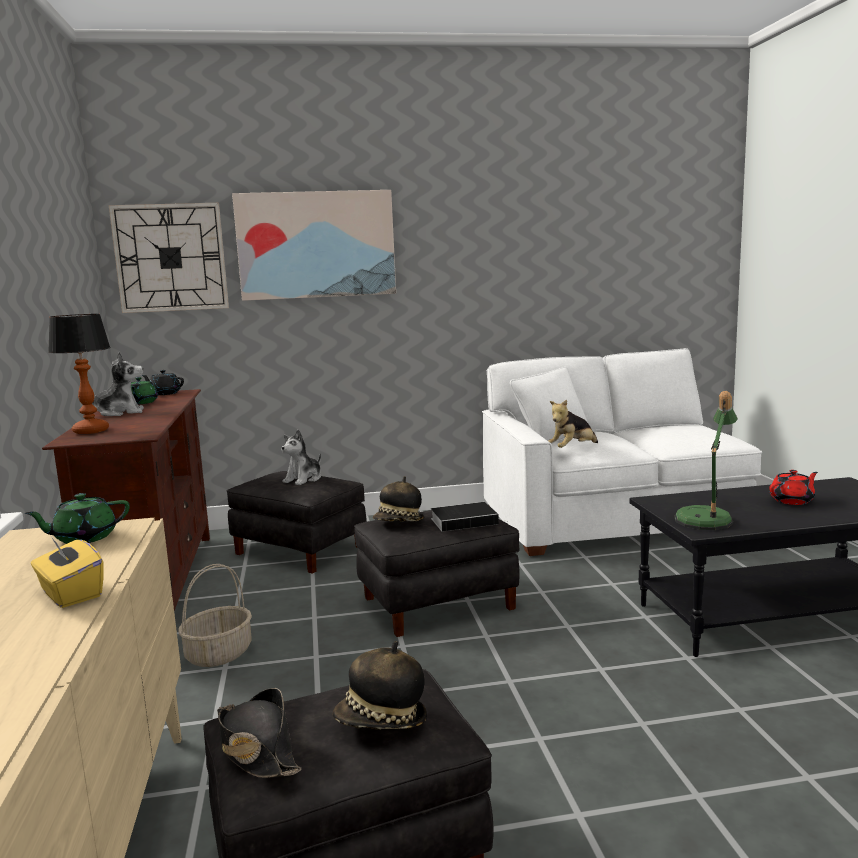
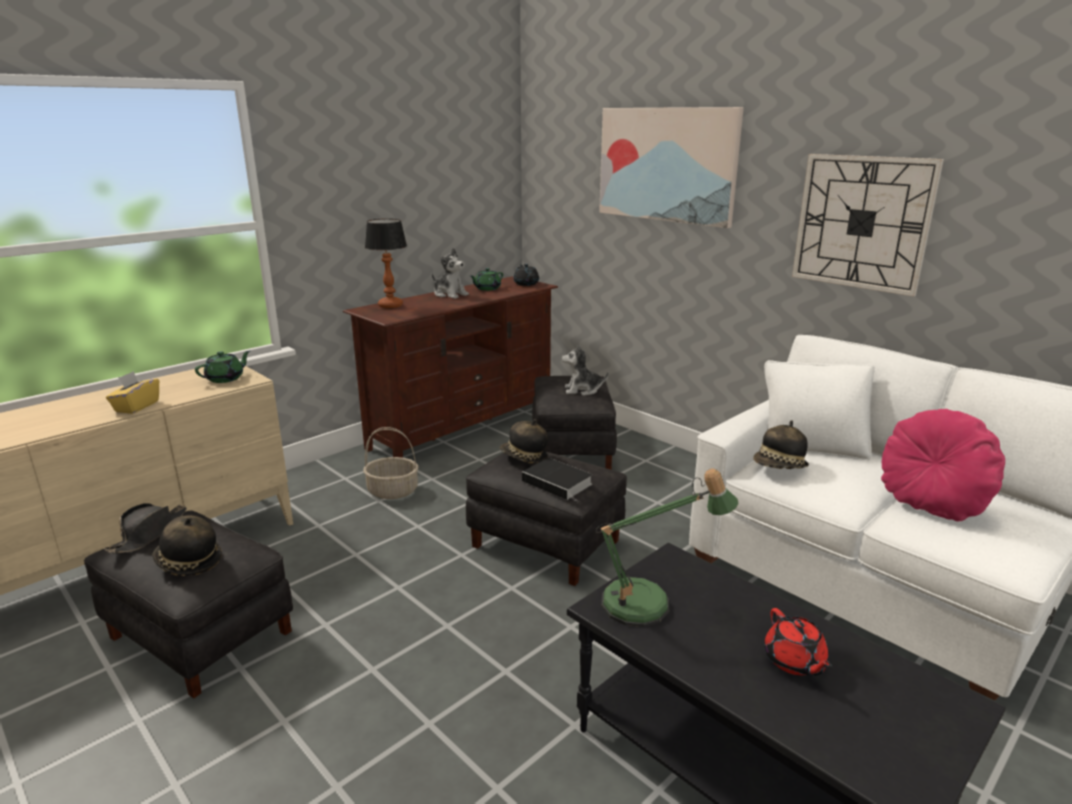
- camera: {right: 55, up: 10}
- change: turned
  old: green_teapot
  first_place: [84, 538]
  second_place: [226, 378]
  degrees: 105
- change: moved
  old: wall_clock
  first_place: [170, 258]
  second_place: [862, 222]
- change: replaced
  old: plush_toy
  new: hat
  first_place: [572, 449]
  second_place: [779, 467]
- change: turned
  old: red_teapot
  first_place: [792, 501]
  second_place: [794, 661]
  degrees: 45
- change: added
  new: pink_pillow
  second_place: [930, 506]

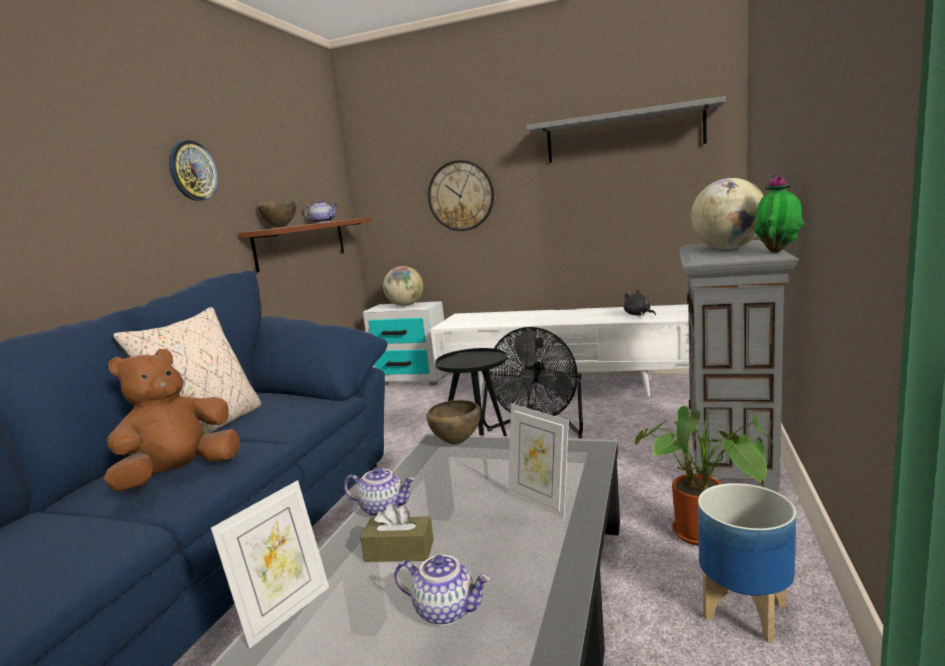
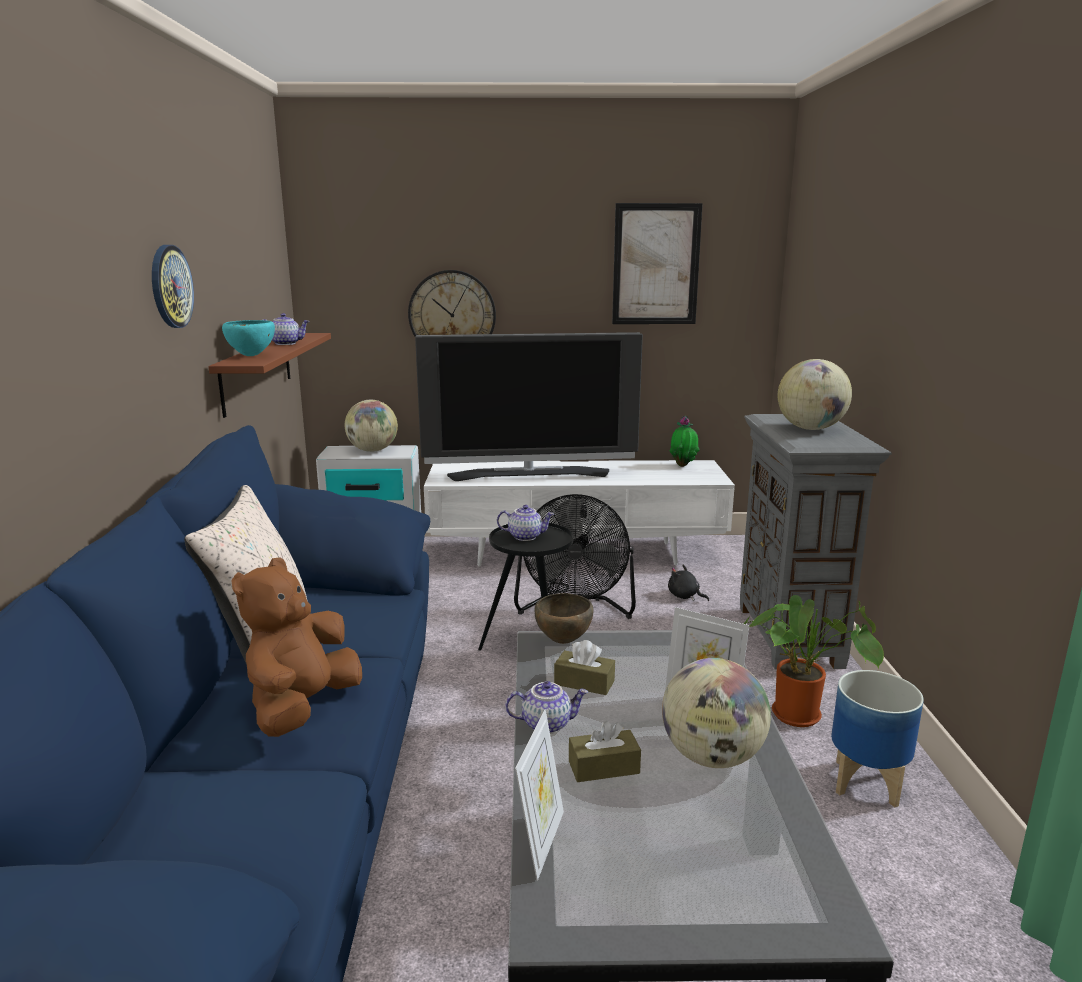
- camera: {right: -20, up: 5}
- change: recoloured
  old: brown_bowl
  new: turquoise_bowl
  first_place: [280, 227]
  second_place: [251, 356]
- change: moved
  old: teapot
  first_place: [446, 610]
  second_place: [525, 536]
- change: replaced
  old: grey_shelf
  new: picture
  first_place: [623, 134]
  second_place: [656, 264]
- change: moved
  old: black_plush_toy
  first_place: [638, 315]
  second_place: [685, 596]
- change: moved
  old: potted_plant
  first_place: [778, 251]
  second_place: [683, 465]
- change: added
  new: television
  second_place: [530, 474]
- change: added
  new: brown_tissue_box
  second_place: [584, 682]
- change: added
  new: globe
  second_place: [712, 757]

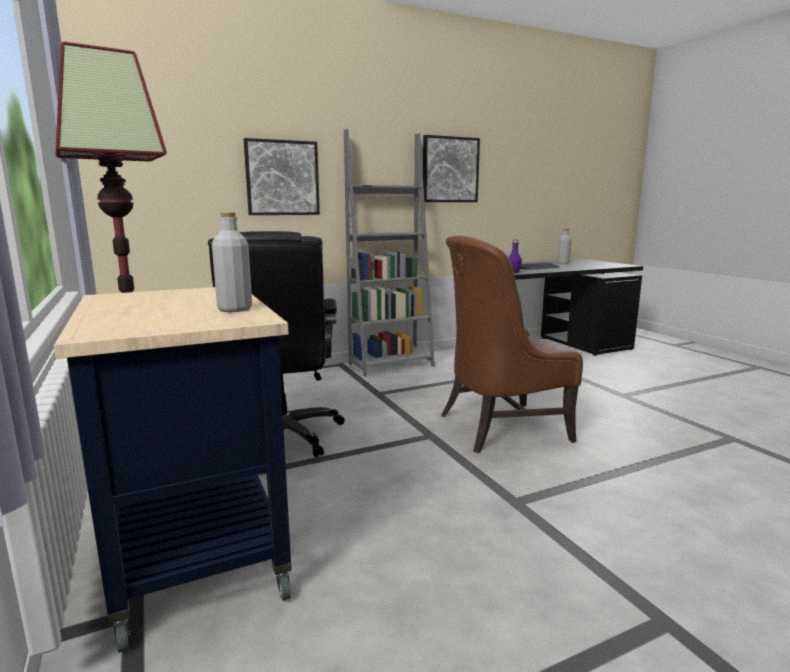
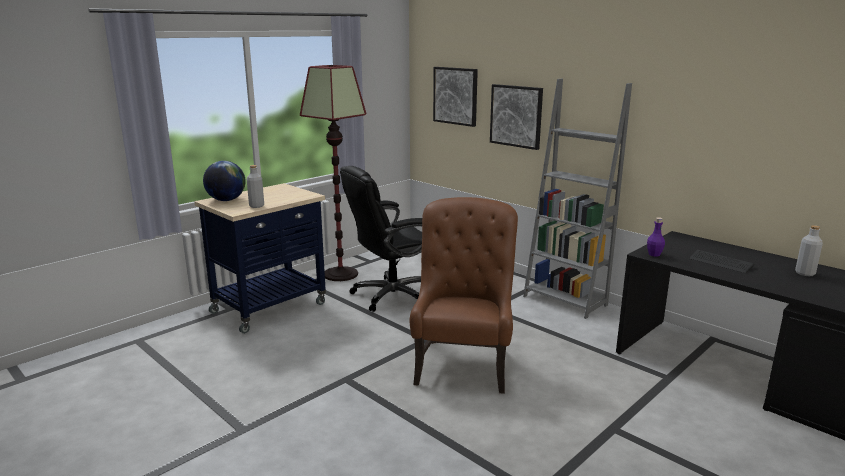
- camera: {right: 70, up: 5}
- change: moved
  old: picture
  first_place: [450, 170]
  second_place: [455, 96]
- change: turned
  old: brown_chair
  first_place: [501, 427]
  second_place: [463, 364]
  degrees: 45
- change: added
  new: globe
  second_place: [226, 200]

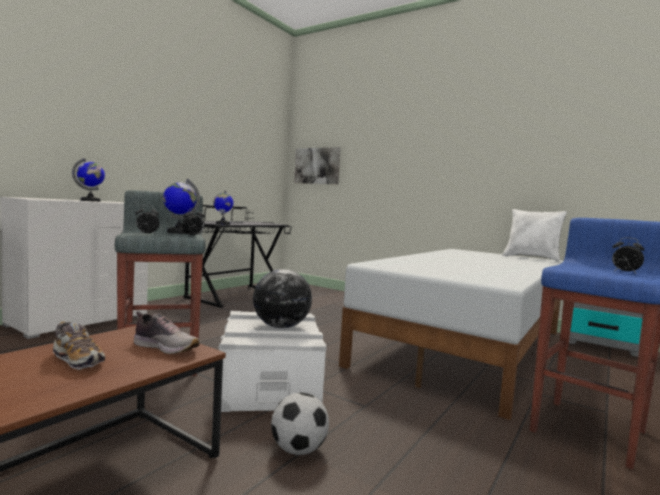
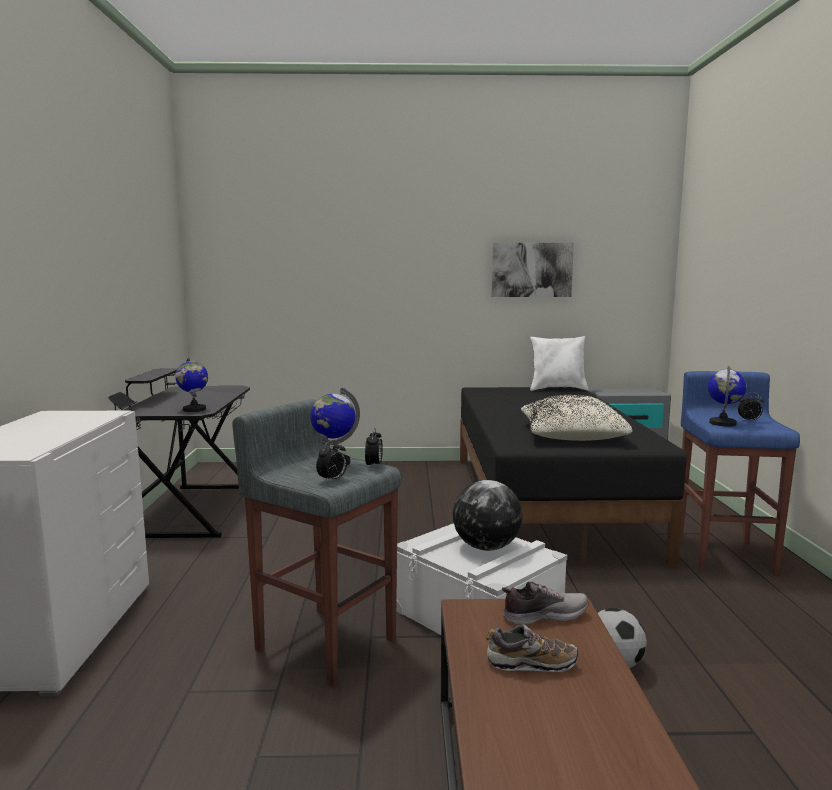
- camera: {right: -35, up: 5}
- change: moved
  old: globe
  first_place: [90, 201]
  second_place: [723, 423]
- change: moved
  old: picture
  first_place: [317, 166]
  second_place: [531, 270]
- change: recoloured
  old: white_bed
  new: black_bed
  first_place: [468, 347]
  second_place: [546, 502]
- change: added
  new: beige_pillow
  second_place: [573, 434]

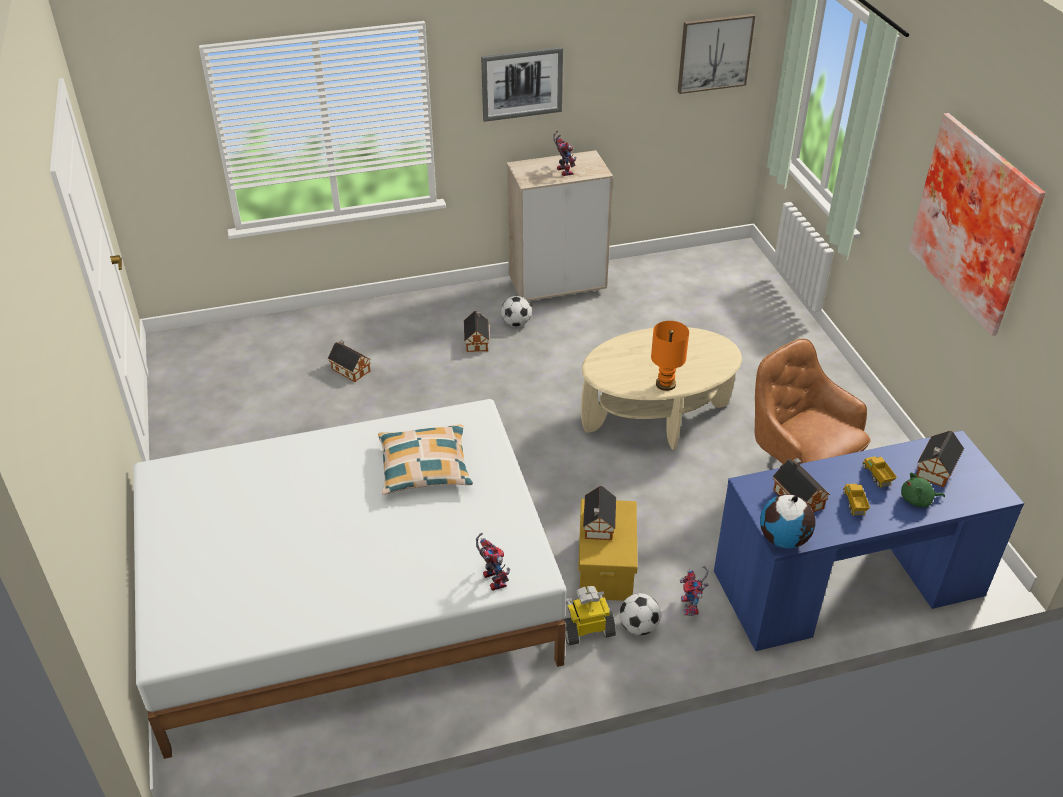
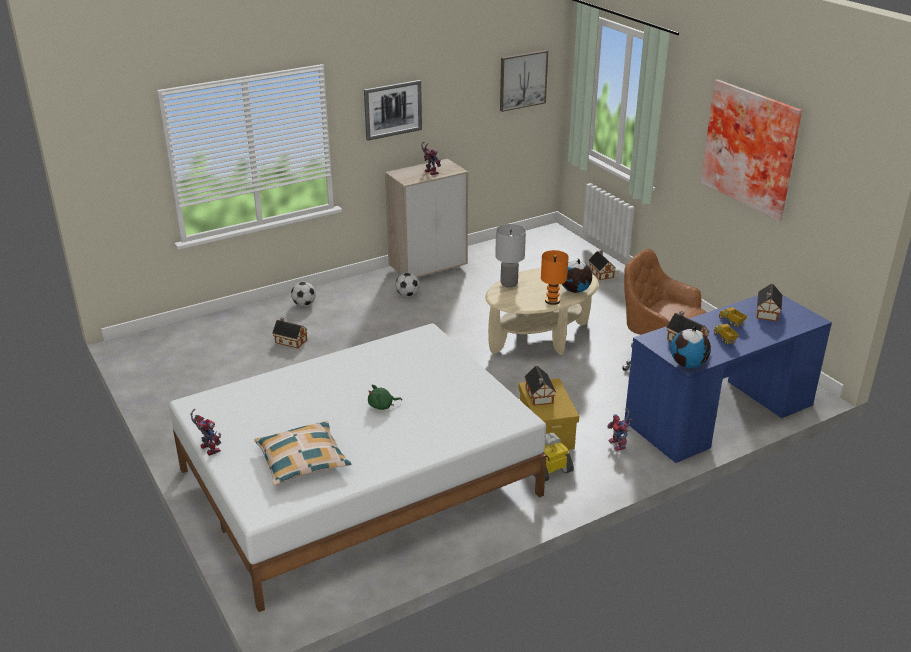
- camera: {right: -15, up: -10}
- change: moved
  old: pillow
  first_place: [424, 467]
  second_place: [302, 460]
- change: moved
  old: toy_house
  first_place: [477, 340]
  second_place: [601, 273]
- change: moved
  old: toy_robot
  first_place: [491, 578]
  second_place: [207, 448]
- change: moved
  old: football
  first_place: [638, 627]
  second_place: [304, 304]
- change: moved
  old: green_plush_toy
  first_place: [918, 500]
  second_place: [382, 406]
- change: added
  new: grey_table_lamp
  second_place: [508, 285]
- change: added
  new: globe
  second_place: [575, 290]

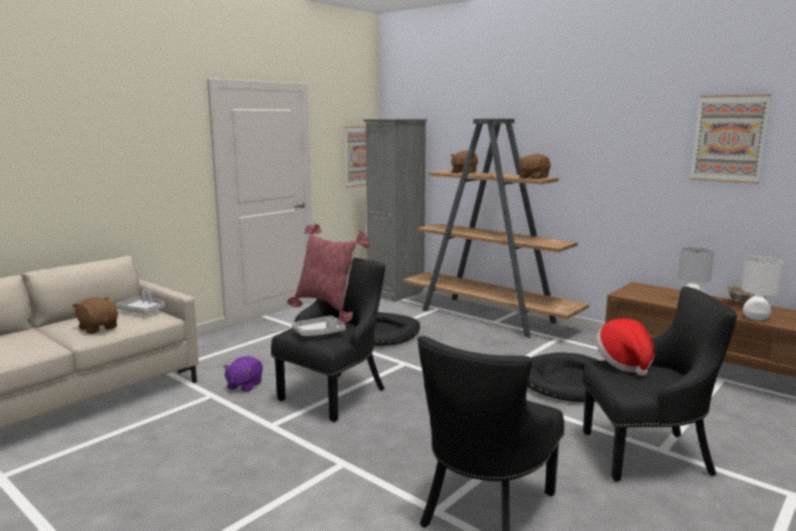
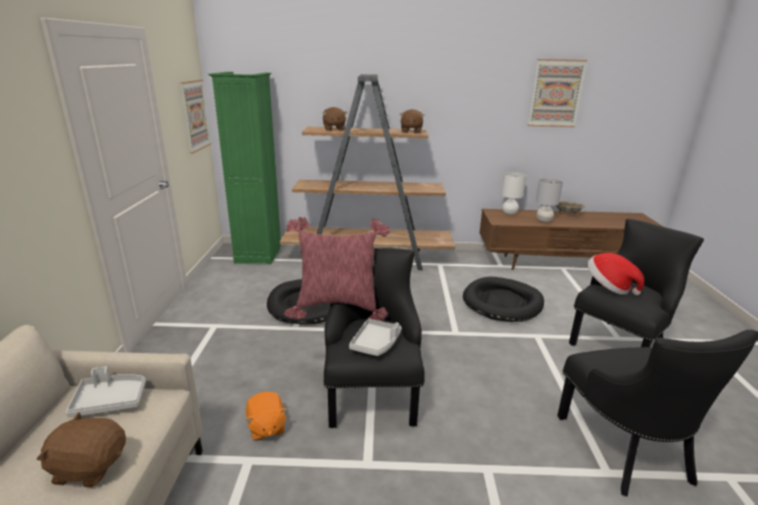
- camera: {right: -40, up: 10}
- change: recoloured
  old: purple_plush_toy
  new: orange_plush_toy
  first_place: [244, 385]
  second_place: [266, 427]
- change: recoloured
  old: grey_cabinet
  new: green_cabinet
  first_place: [395, 294]
  second_place: [258, 255]
- change: moved
  old: white_table_lamp
  first_place: [755, 318]
  second_place: [509, 213]

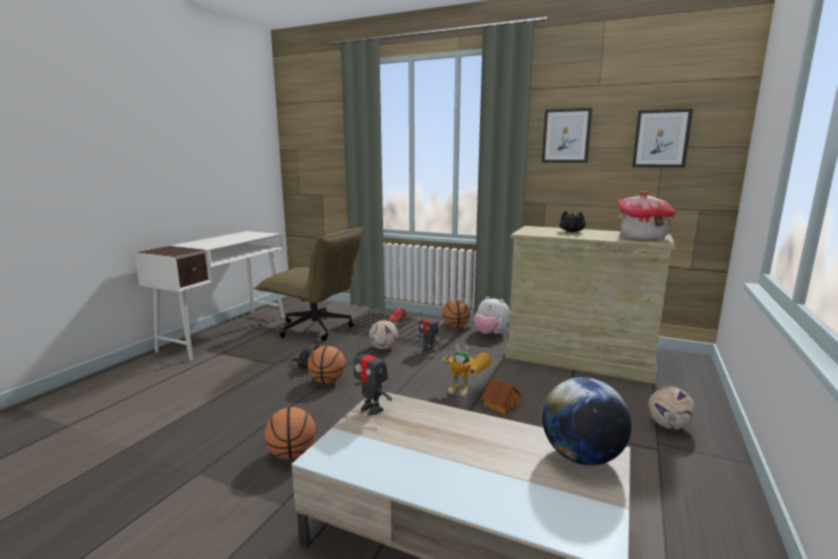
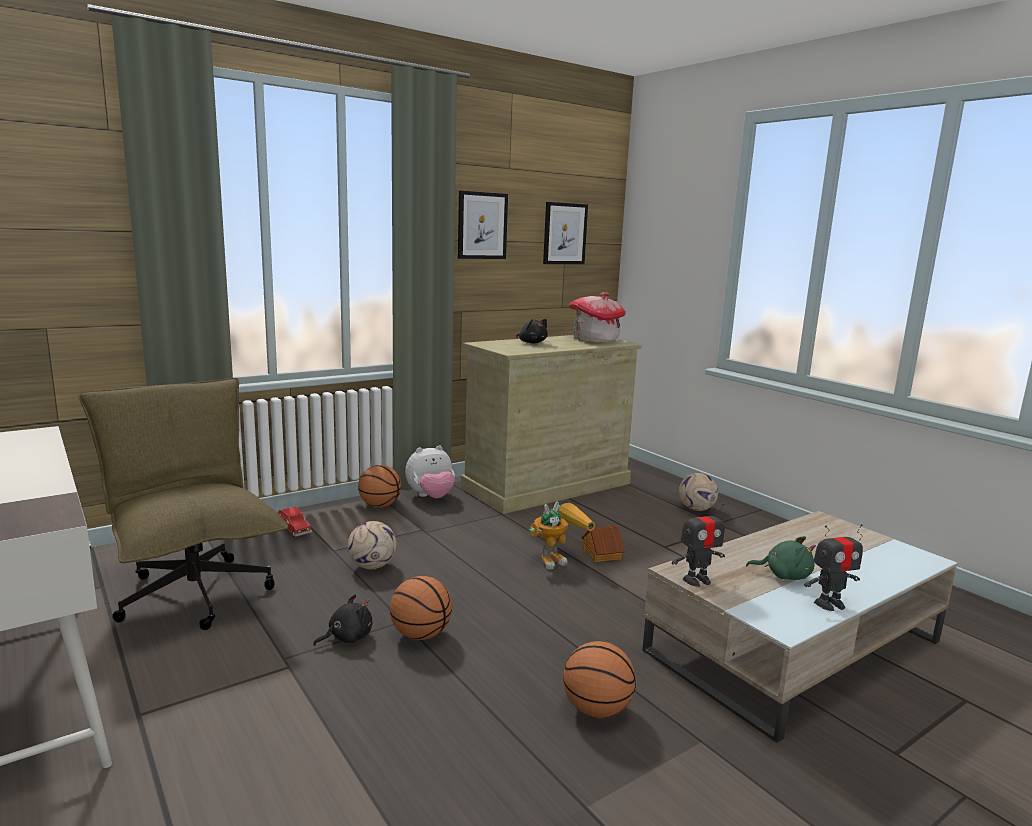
- camera: {right: -60, up: 0}
- change: turned
  old: beige_office_chair
  first_place: [314, 328]
  second_place: [195, 595]
  degrees: -90
- change: moved
  old: toy_robot
  first_place: [428, 350]
  second_place: [829, 604]
- change: removed
  old: globe
  first_place: [581, 456]
- change: added
  new: green_plush_toy
  second_place: [784, 575]

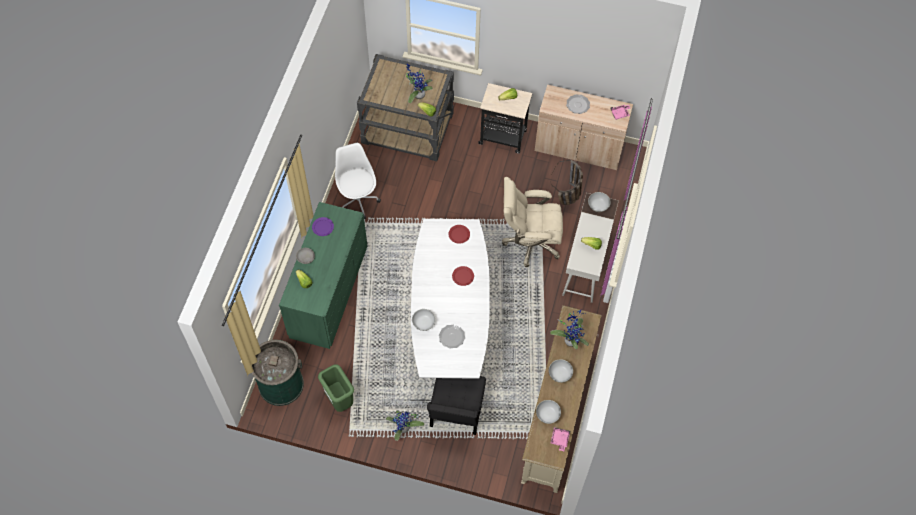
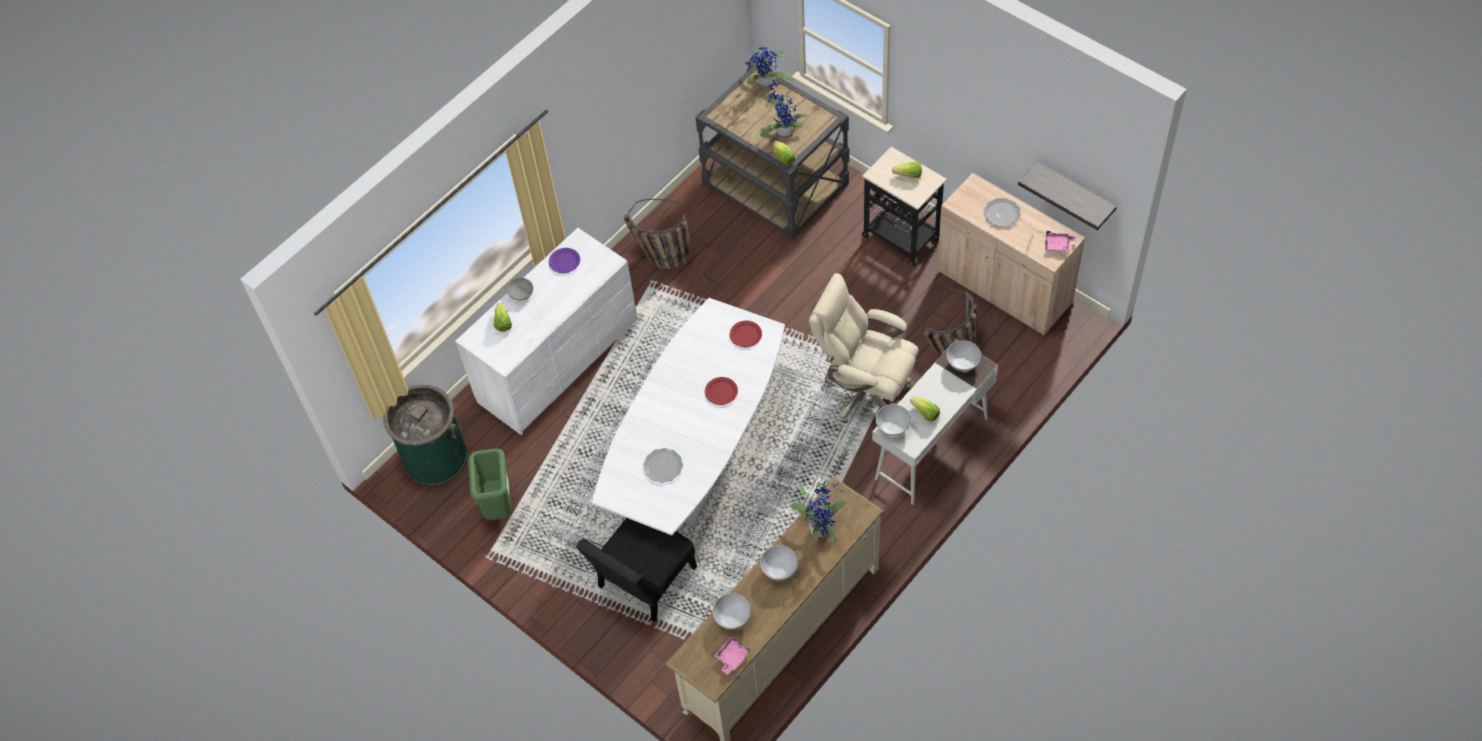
- camera: {right: 30, up: -5}
- change: recoloured
  old: green_dresser
  new: white_dresser
  first_place: [328, 292]
  second_place: [558, 362]
- change: replaced
  old: white_office_chair
  new: basket
  first_place: [358, 201]
  second_place: [659, 257]
- change: moved
  old: potted_plant
  first_place: [403, 429]
  second_place: [765, 84]
- change: moved
  old: white_bowl
  first_place: [424, 323]
  second_place: [893, 427]
- change: added
  new: shelf
  second_place: [1075, 193]

